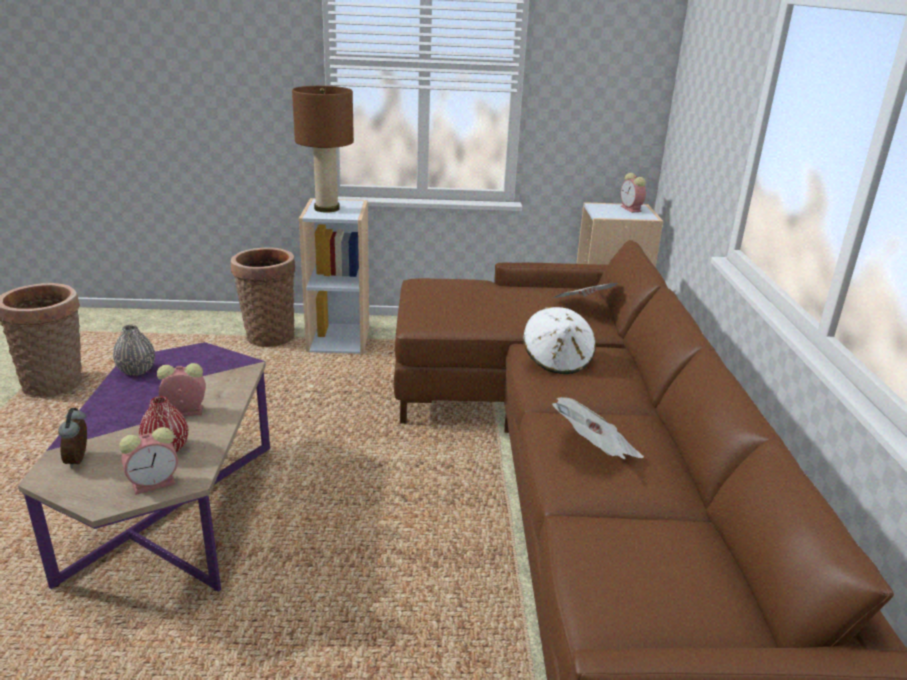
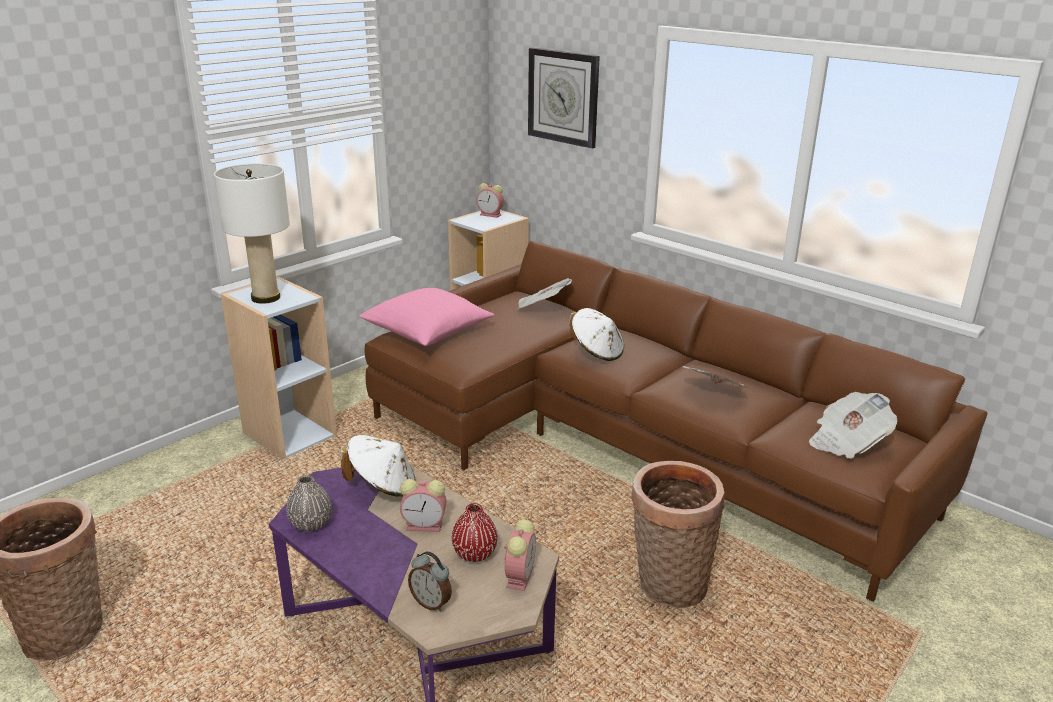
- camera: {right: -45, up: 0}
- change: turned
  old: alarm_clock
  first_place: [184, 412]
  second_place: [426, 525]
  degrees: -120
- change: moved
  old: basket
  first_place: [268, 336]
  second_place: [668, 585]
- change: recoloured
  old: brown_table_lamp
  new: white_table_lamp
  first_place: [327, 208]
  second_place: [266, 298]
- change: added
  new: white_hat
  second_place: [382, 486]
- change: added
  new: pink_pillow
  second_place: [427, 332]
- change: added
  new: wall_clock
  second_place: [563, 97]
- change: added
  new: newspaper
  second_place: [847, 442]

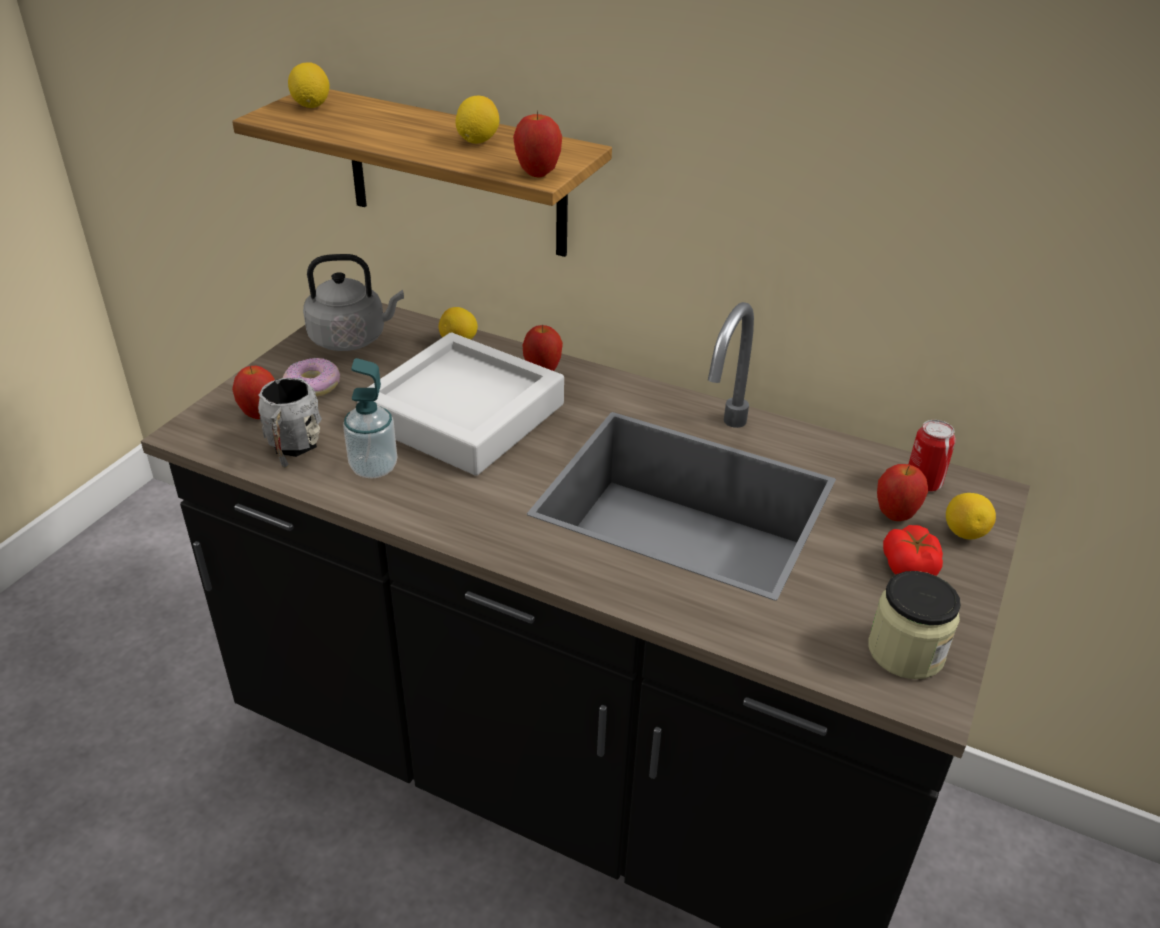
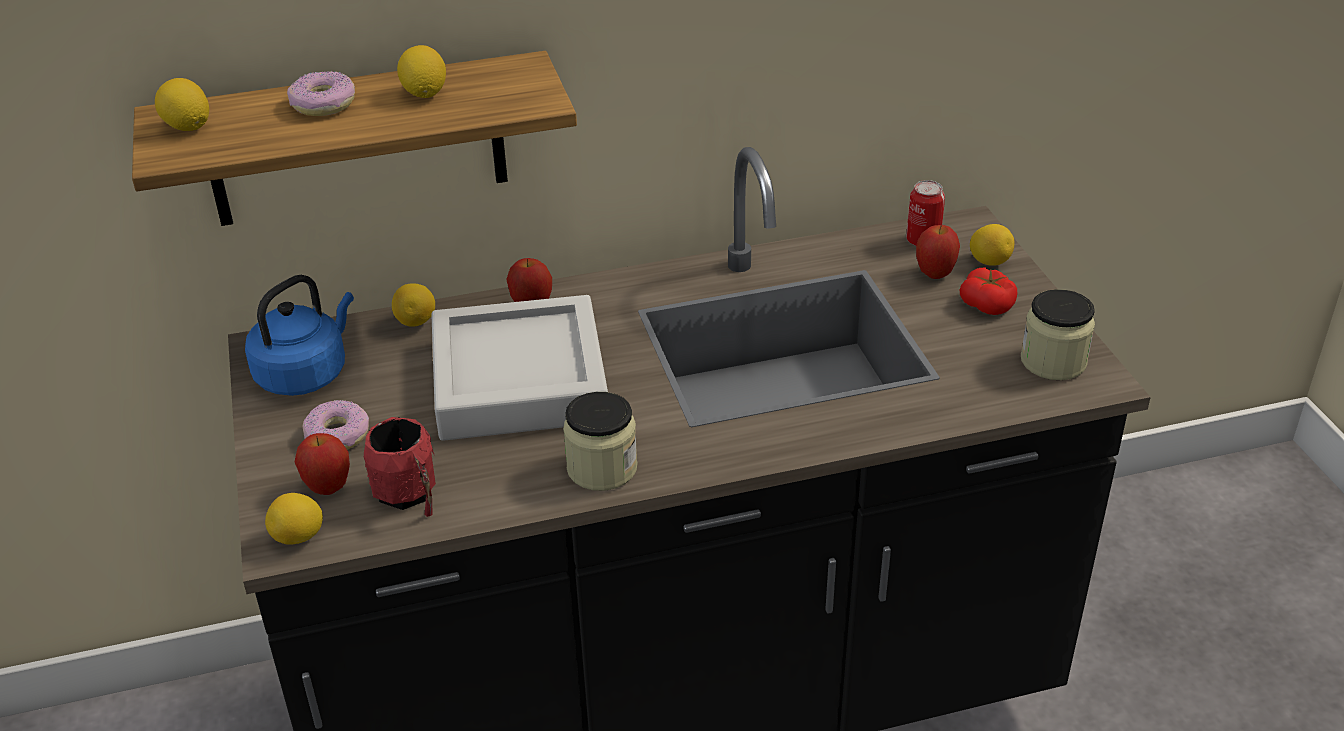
- camera: {right: -40, up: 0}
- change: recoloured
  old: grey_mug
  new: red_mug
  first_place: [292, 448]
  second_place: [410, 497]
- change: recoloured
  old: grey_kettle
  new: blue_kettle
  first_place: [352, 339]
  second_place: [306, 373]
- change: removed
  old: soap_dispenser
  first_place: [374, 468]
- change: removed
  old: apple
  first_place: [537, 173]
- change: added
  new: lemon
  second_place: [298, 537]
- change: added
  new: donut
  second_place: [323, 104]
- change: added
  new: jar
  second_place: [602, 468]

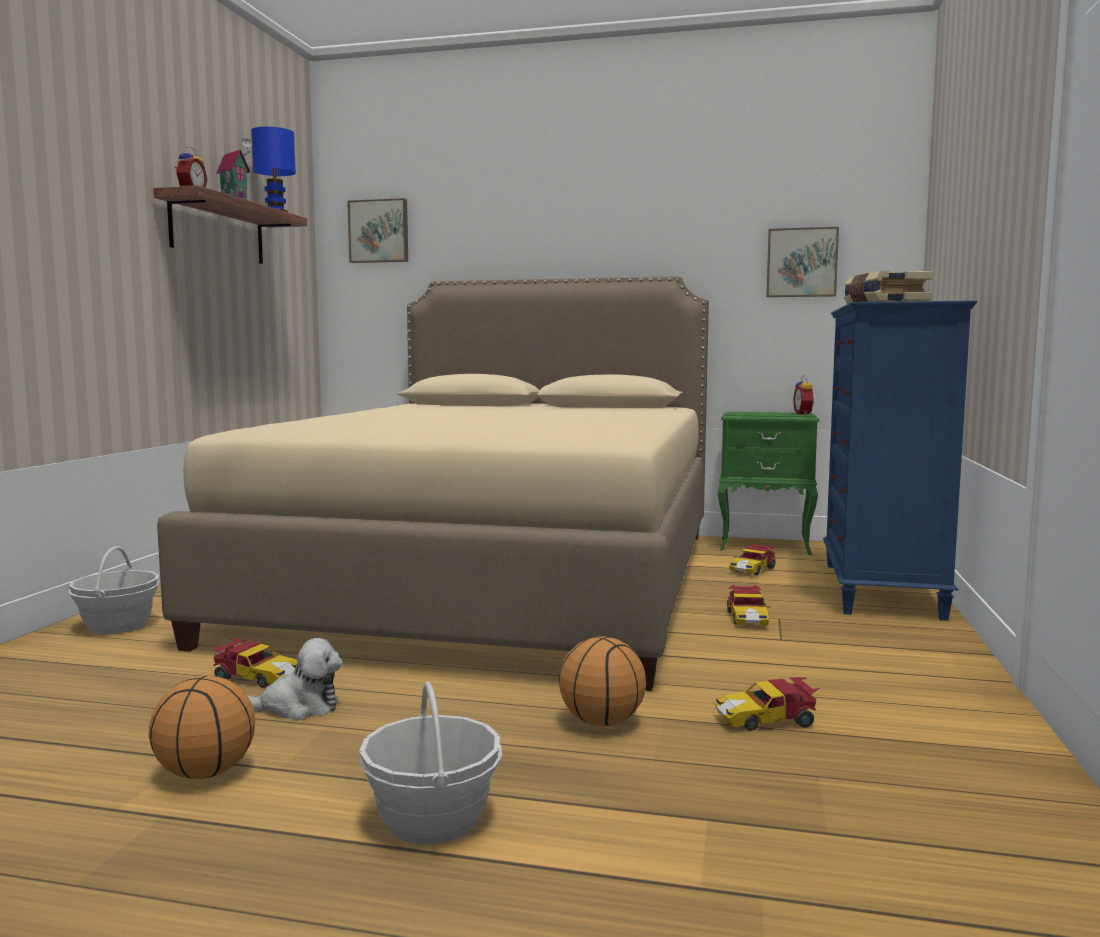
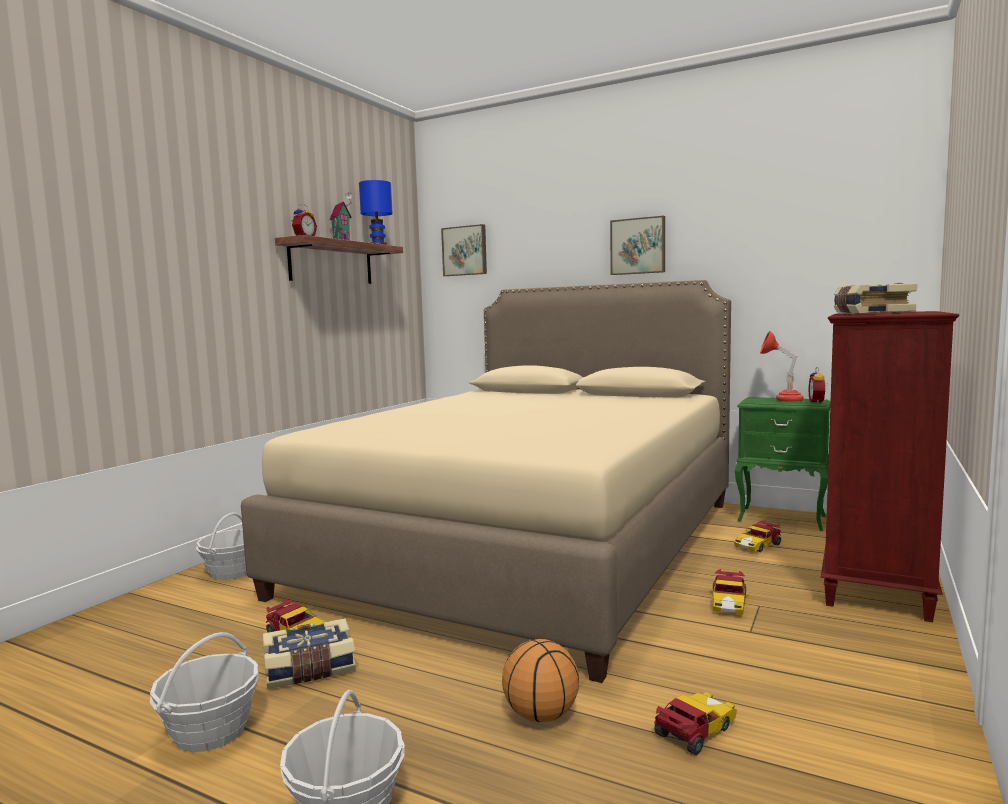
- camera: {right: 15, up: 0}
- change: replaced
  old: basketball
  new: basket
  first_place: [207, 773]
  second_place: [210, 731]
- change: replaced
  old: plush_toy
  new: book
  first_place: [298, 707]
  second_place: [310, 669]
- change: turned
  old: toy_car
  first_place: [767, 720]
  second_place: [694, 732]
  degrees: 135
- change: moved
  old: picture
  first_place: [801, 263]
  second_place: [638, 246]
- change: recoloured
  old: blue_dresser
  new: red_dresser
  first_place: [881, 591]
  second_place: [876, 579]
- change: added
  new: red_table_lamp
  second_place: [781, 400]

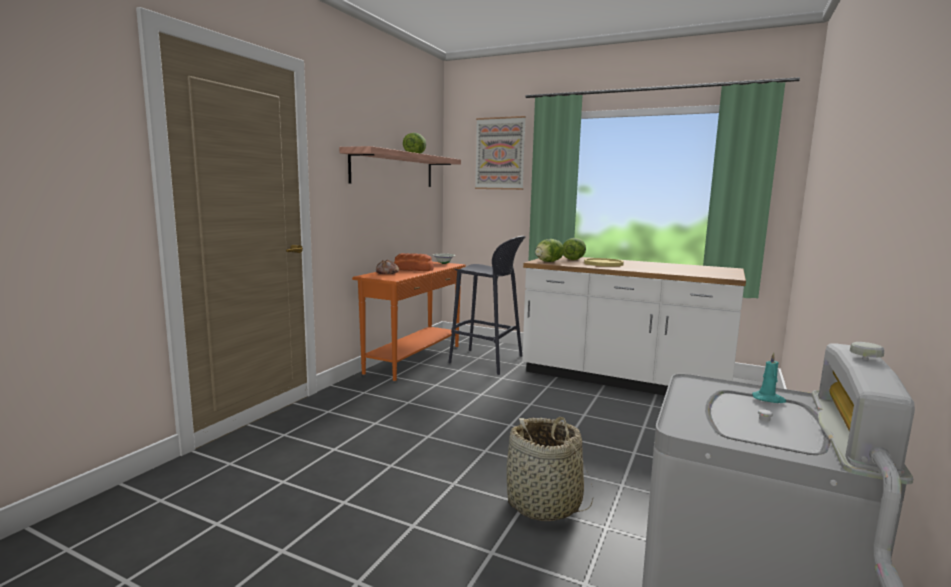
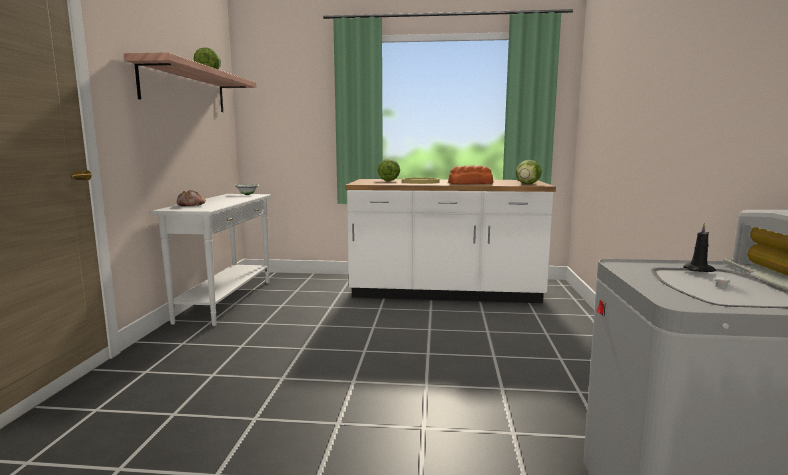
- camera: {right: -20, up: 0}
- change: recoloured
  old: orange_console_table
  new: white_console_table
  first_place: [413, 359]
  second_place: [225, 301]
- change: moved
  old: bread
  first_place: [413, 269]
  second_place: [471, 183]
- change: removed
  old: grey_stool
  first_place: [486, 361]
- change: removed
  old: picture
  first_place: [500, 153]
- change: removed
  old: basket
  first_place: [544, 504]
- change: moved
  old: lettuce
  first_place: [548, 262]
  second_place: [527, 184]
- change: recoloured
  old: turquoise_candle
  new: black_candle
  first_place: [768, 399]
  second_place: [699, 270]

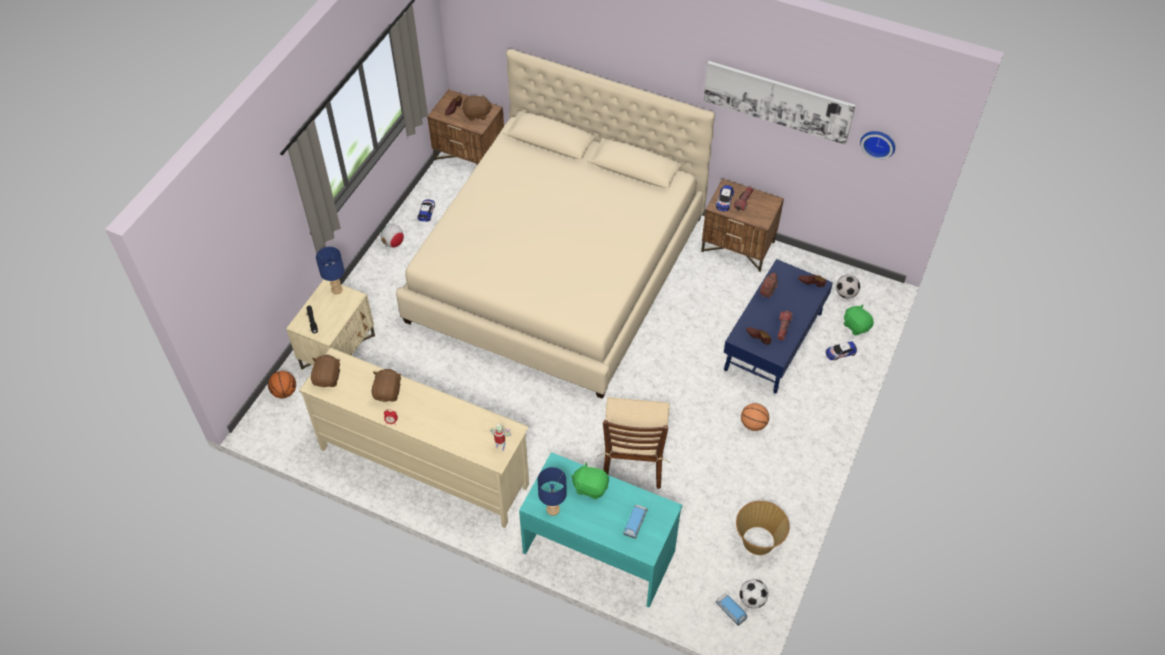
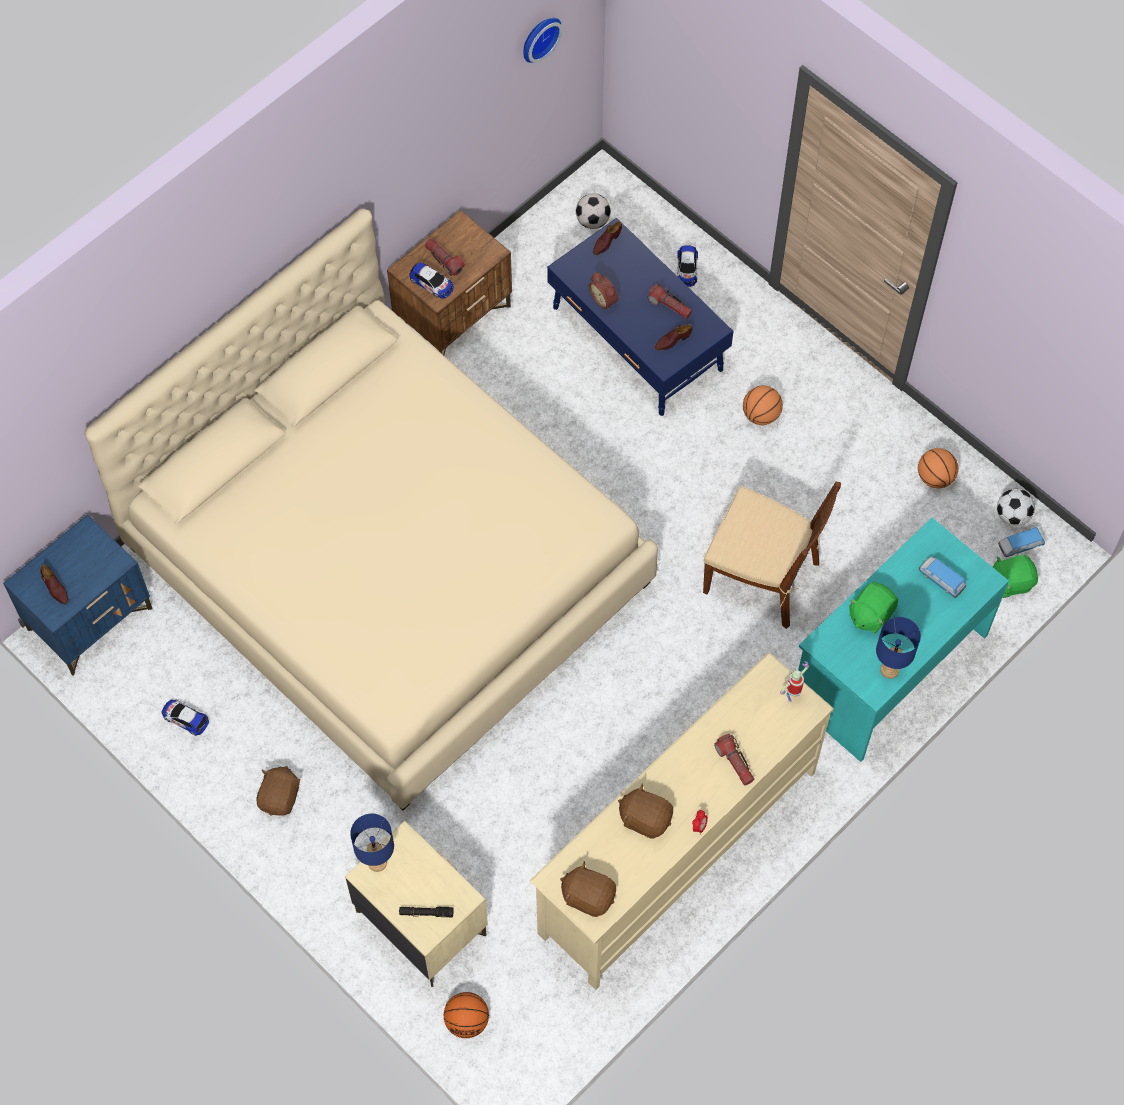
- camera: {right: -70, up: 10}
- change: removed
  old: football
  first_place: [393, 243]
- change: recoloured
  old: brown_nightstand
  new: blue_nightstand
  first_place: [470, 155]
  second_place: [90, 618]
- change: moved
  old: brown_plush_toy
  first_place: [477, 114]
  second_place: [280, 797]
- change: removed
  old: picture
  first_place: [777, 101]
- change: replaced
  old: basket
  new: basketball
  first_place: [758, 541]
  second_place: [935, 478]
- change: moved
  old: green_plush_toy
  first_place: [856, 326]
  second_place: [1010, 582]
- change: added
  new: flashlight
  second_place: [734, 762]

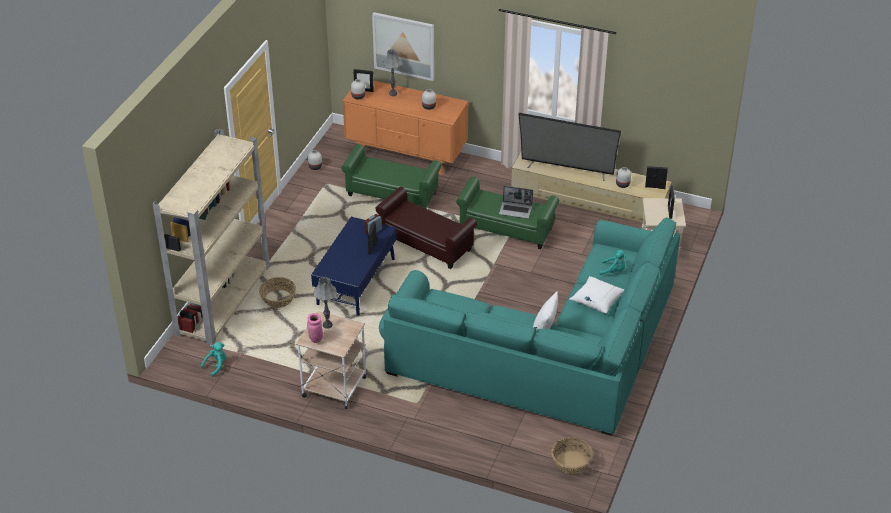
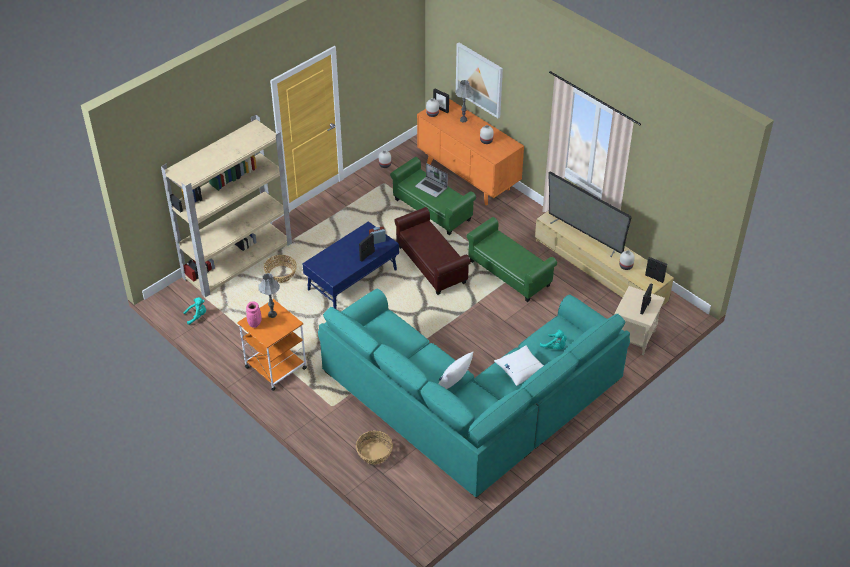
- camera: {right: 25, up: 5}
- change: recoloured
  old: beige_cart
  new: orange_cart
  first_place: [333, 386]
  second_place: [275, 367]
- change: moved
  old: laptop
  first_place: [516, 210]
  second_place: [431, 187]
- change: moved
  old: basket
  first_place: [571, 462]
  second_place: [374, 453]

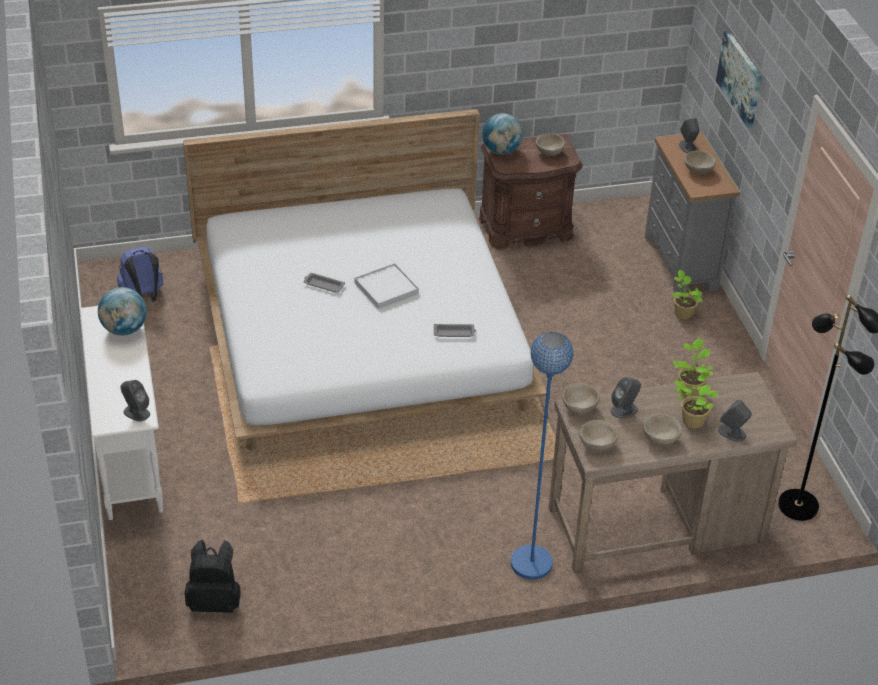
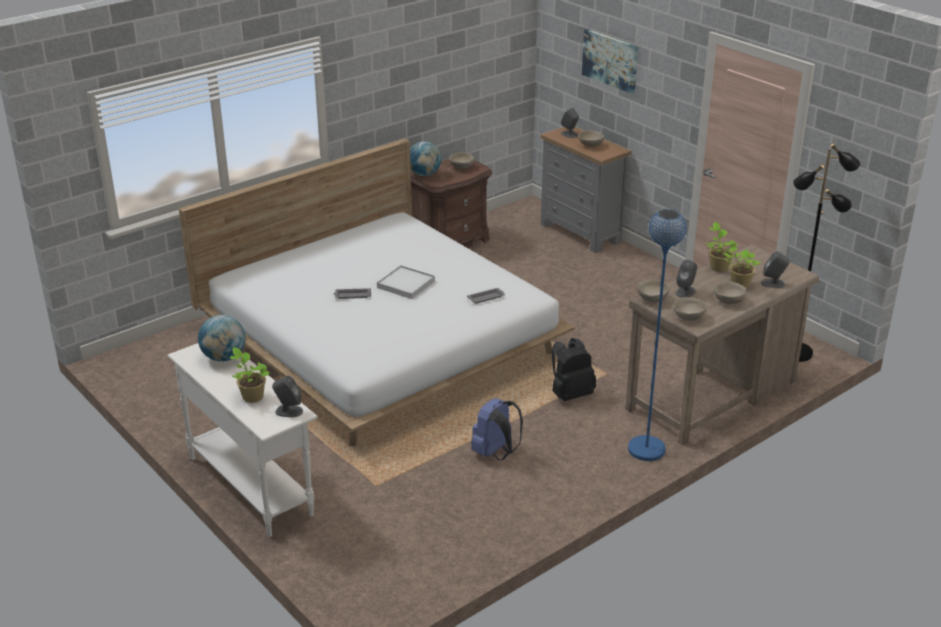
- camera: {right: -25, up: -10}
- change: moved
  old: blue_backpack
  first_place: [143, 297]
  second_place: [495, 453]
- change: moved
  old: black_backpack
  first_place: [215, 601]
  second_place: [570, 394]
- change: moved
  old: potted_plant
  first_place: [682, 313]
  second_place: [251, 396]

